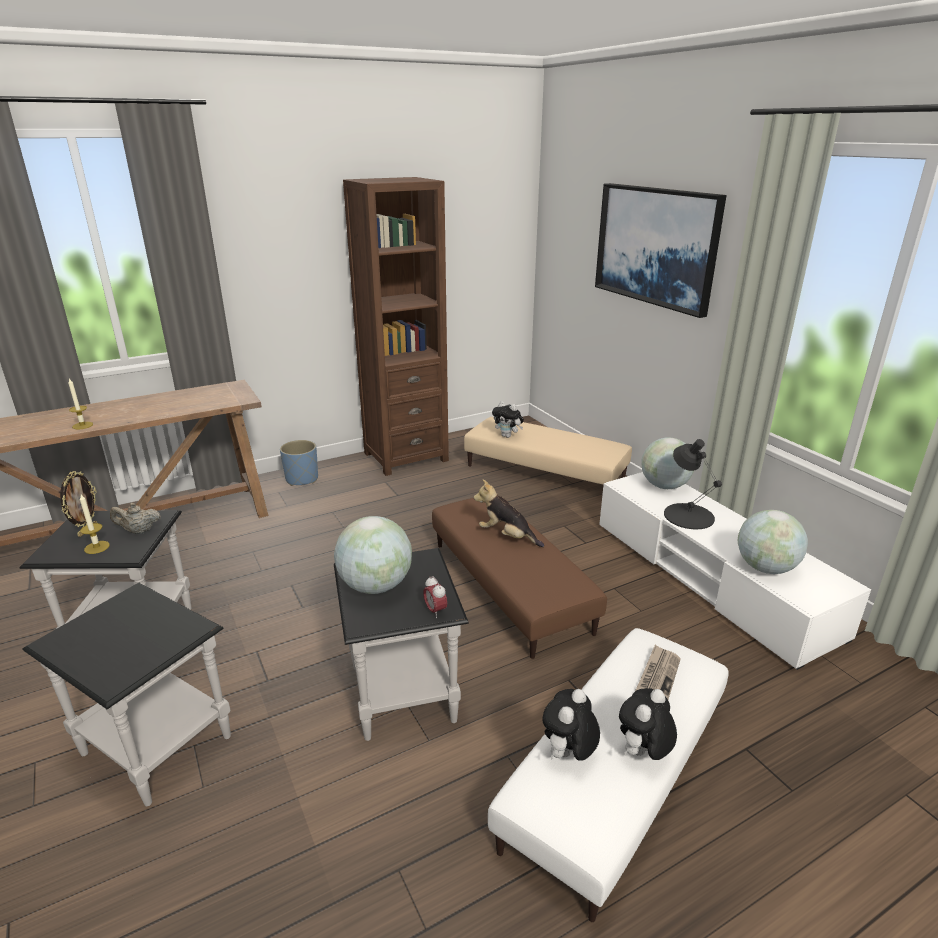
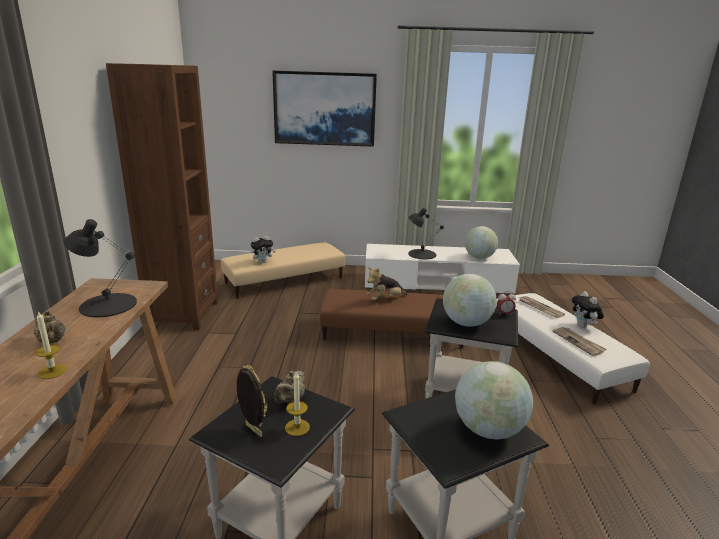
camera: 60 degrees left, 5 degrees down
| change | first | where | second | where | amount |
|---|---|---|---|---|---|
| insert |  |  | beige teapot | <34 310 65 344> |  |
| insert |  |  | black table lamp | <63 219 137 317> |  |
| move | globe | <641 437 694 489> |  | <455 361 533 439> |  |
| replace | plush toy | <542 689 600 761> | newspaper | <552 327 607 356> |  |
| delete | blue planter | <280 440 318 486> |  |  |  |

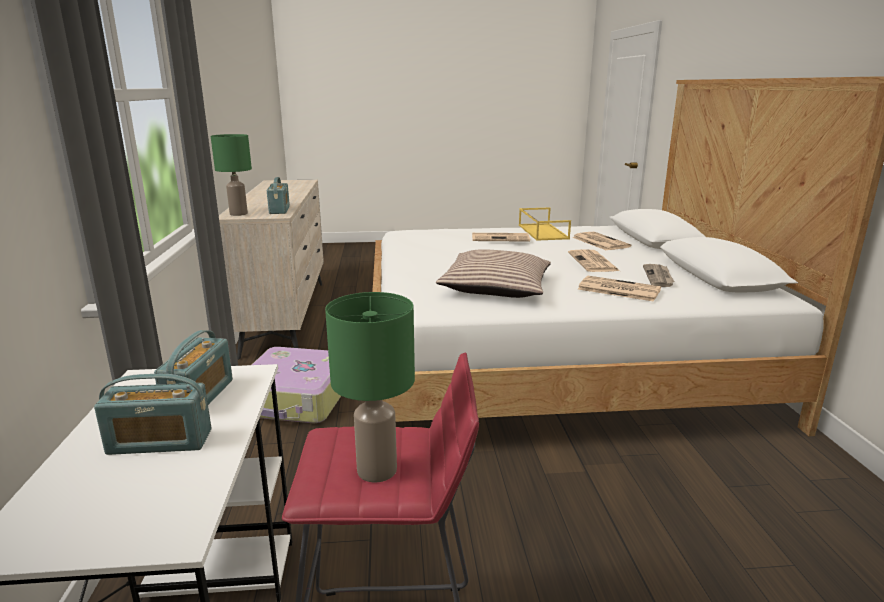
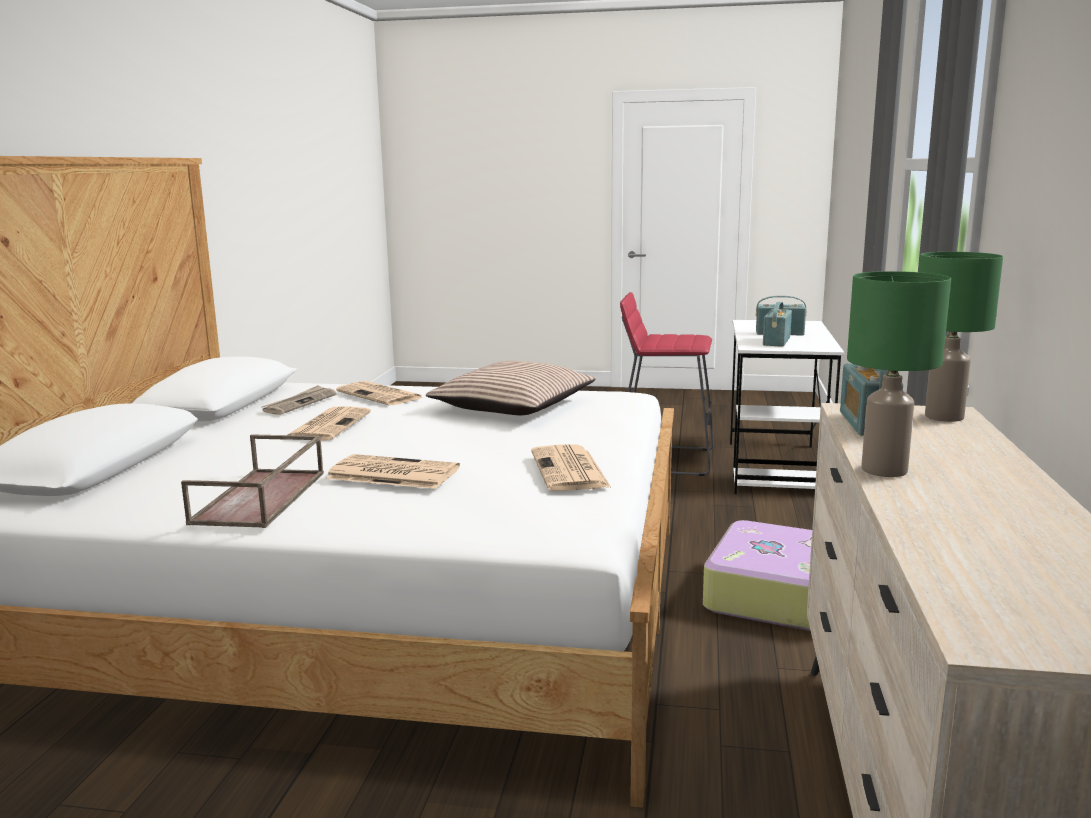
camera: 165 degrees left, 5 degrees down
| change | first | where | second | where | amount |
|---|---|---|---|---|---|
| recolor | yellow tray | <519 207 571 241> | brown tray | <181 434 324 528> |  |
| move | newspaper | <572 232 631 251> |  | <531 445 611 491> |  |
| move | green table lamp | <325 292 415 482> |  | <847 271 951 477> |  |

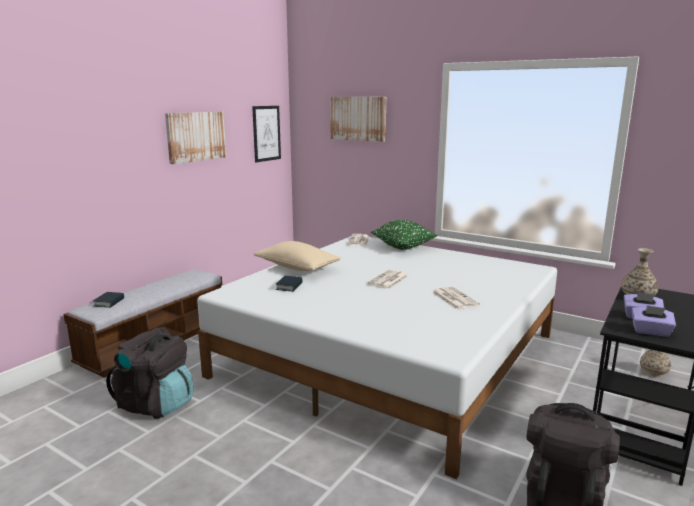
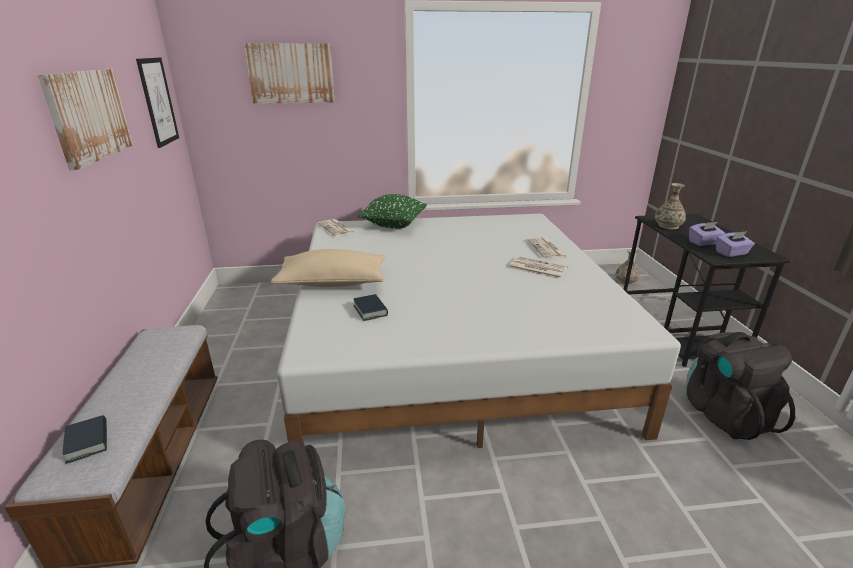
camera: 40 degrees left, 10 degrees up
| change | first | where | second | where | amount |
|---|---|---|---|---|---|
| move | newspaper | <368 270 408 289> |  | <527 237 567 259> |  |

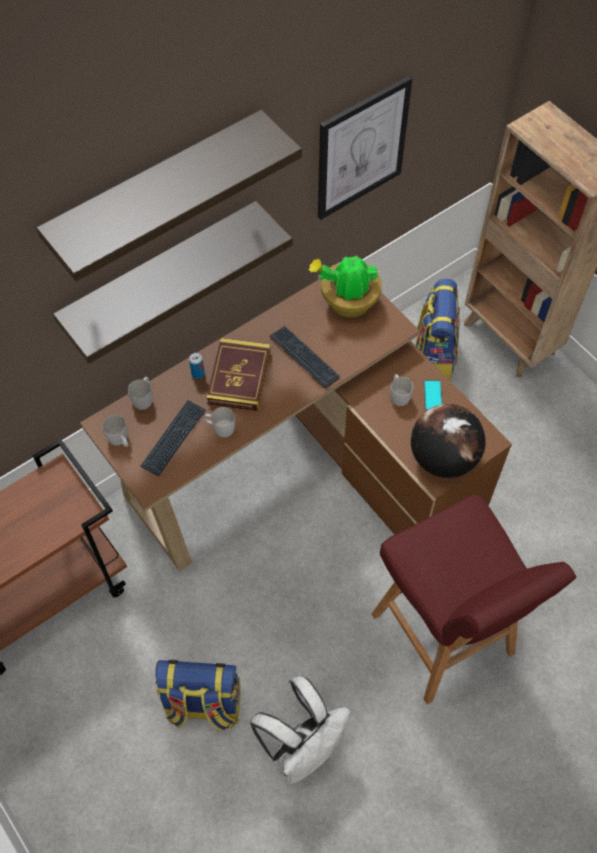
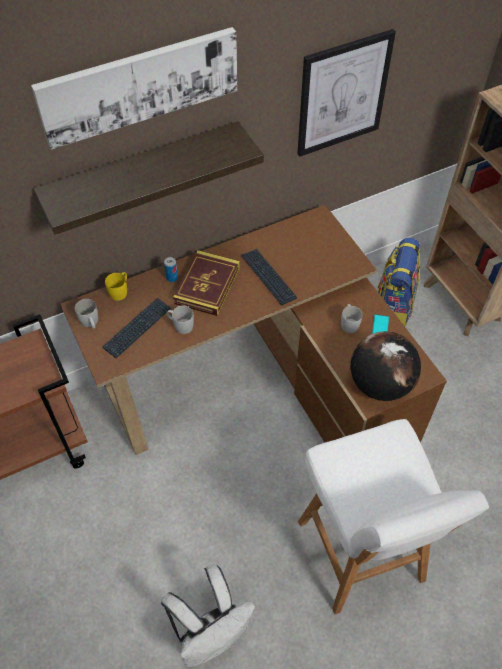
camera: 10 degrees right, 5 degrees down
| change | first | where | second | where | amount |
|---|---|---|---|---|---|
| replace | shelf | <36 110 302 281> | picture | <31 27 237 150> |  |
| recolor | white mug | <128 377 152 410> | yellow mug | <105 272 127 301> |  |
| recolor | red stool | <371 494 576 704> | white stool | <298 419 489 614> |  |
| delete | backpack | <155 660 241 731> |  |  |  |
| delete | potted plant | <309 255 382 317> |  |  |  |

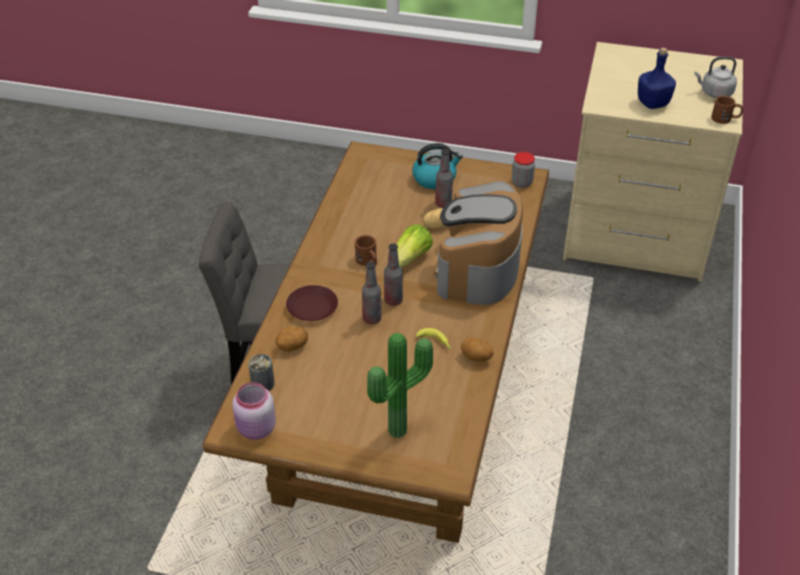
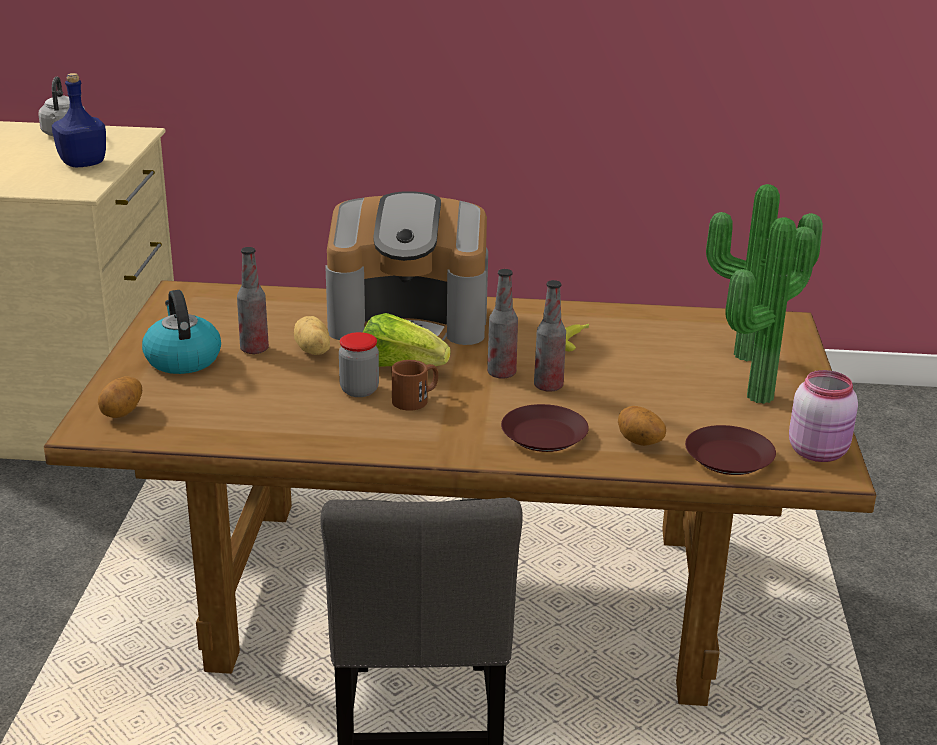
camera: 100 degrees left, 15 degrees down
| change | first | where | second | where | amount |
|---|---|---|---|---|---|
| move | potato | <461 337 494 362> |  | <98 376 142 418> |  |
| move | jar | <512 152 535 188> |  | <339 332 379 397> |  |
| replace | can | <248 354 275 391> | brown plate | <685 425 776 475> |  |
| insert |  |  | potted plant | <725 217 816 404> |  |
| delete | brown mug | <711 96 743 124> |  |  |  |

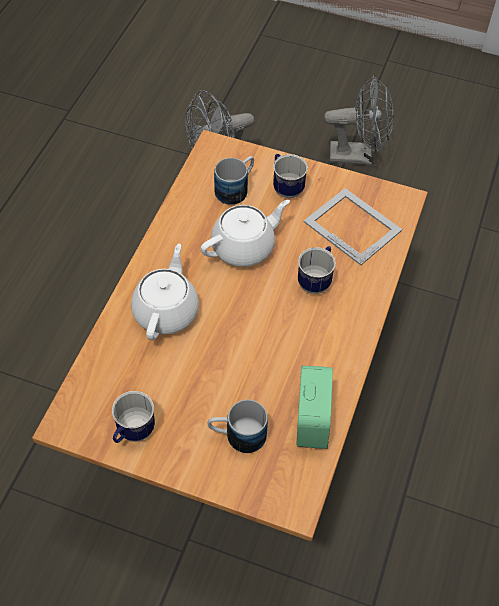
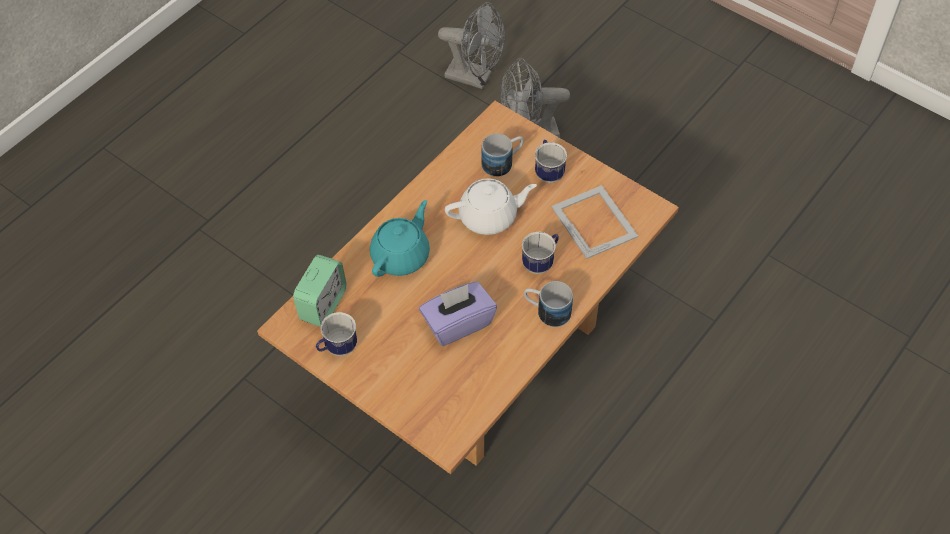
camera: 20 degrees right, 0 degrees up
| change | first | where | second | where | amount |
|---|---|---|---|---|---|
| move | alarm clock | <296 366 333 449> |  | <293 255 347 327> |  |
| recolor | white teapot | <131 243 199 340> | turquoise teapot | <370 200 430 277> |  |
| insert |  |  | purple tissue box | <419 281 497 346> |  |
| move | grey fan | <324 75 394 165> |  | <438 2 505 89> |  |
| move | mug | <208 399 268 453> |  | <524 281 573 327> |  |

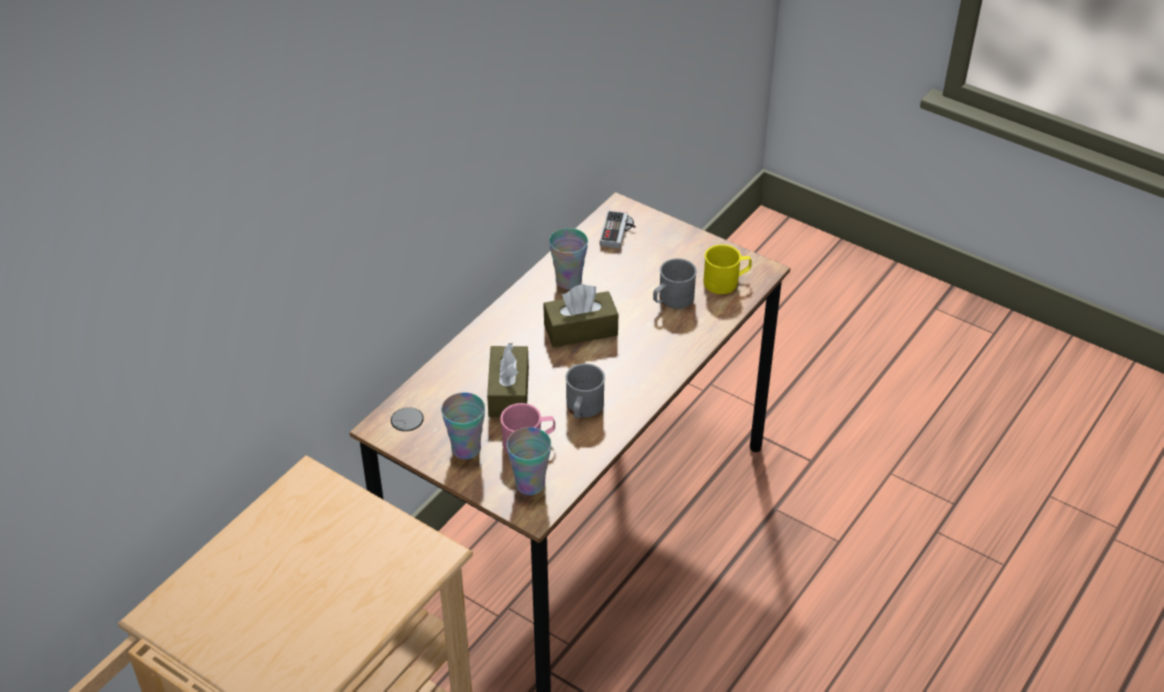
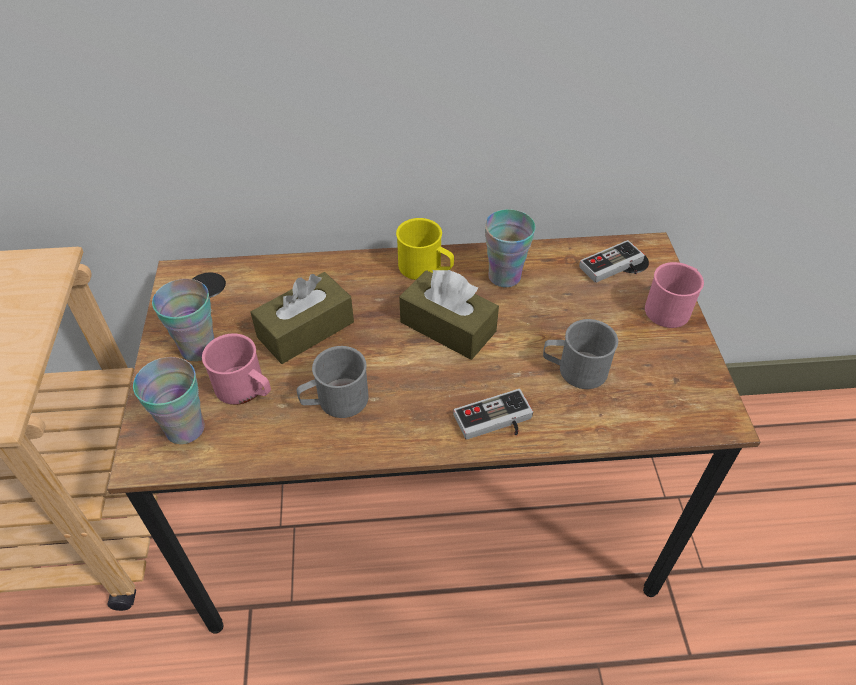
camera: 50 degrees right, 5 degrees up
| change | first | where | second | where | amount |
|---|---|---|---|---|---|
| move | yellow mug | <703 244 752 294> |  | <396 218 454 280> |  |
| insert |  |  | game controller | <453 389 533 440> |  |
| insert |  |  | pink mug | <645 262 704 328> |  |

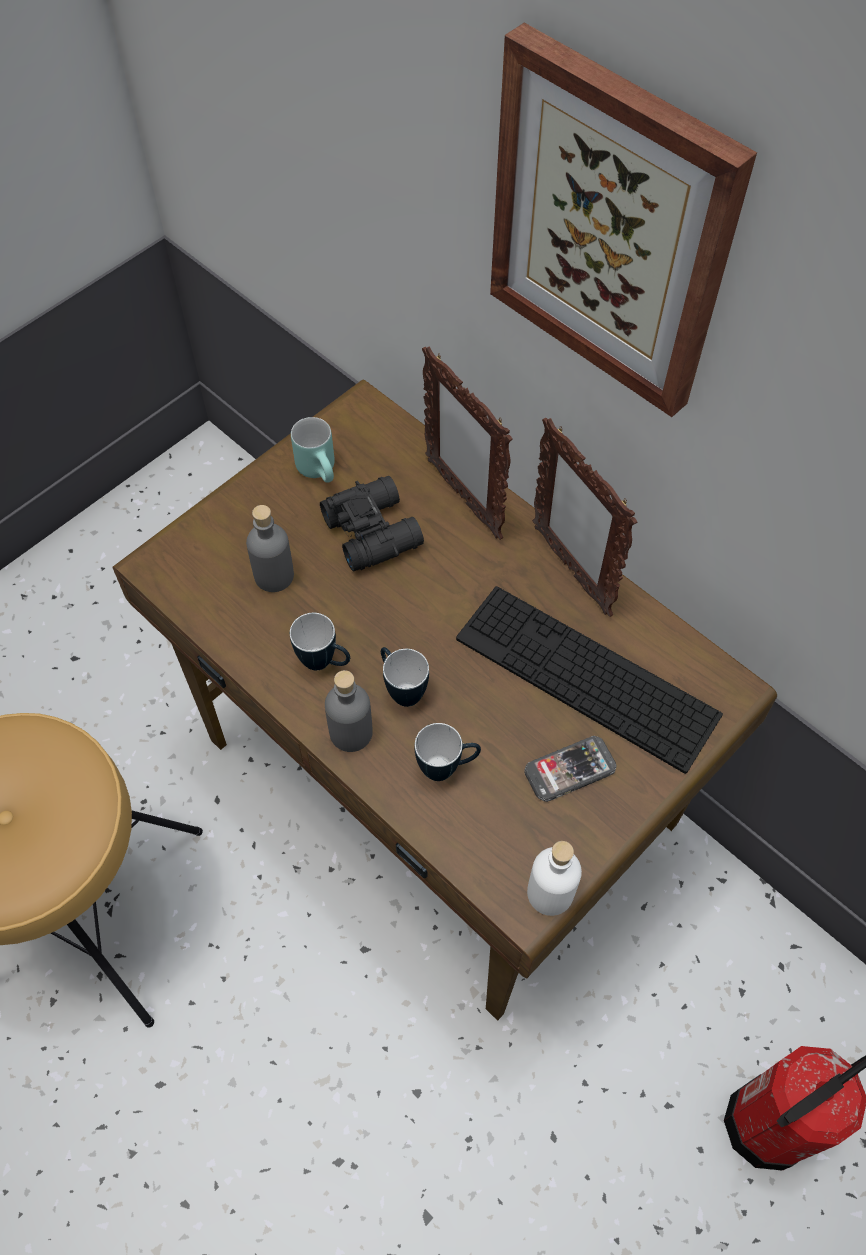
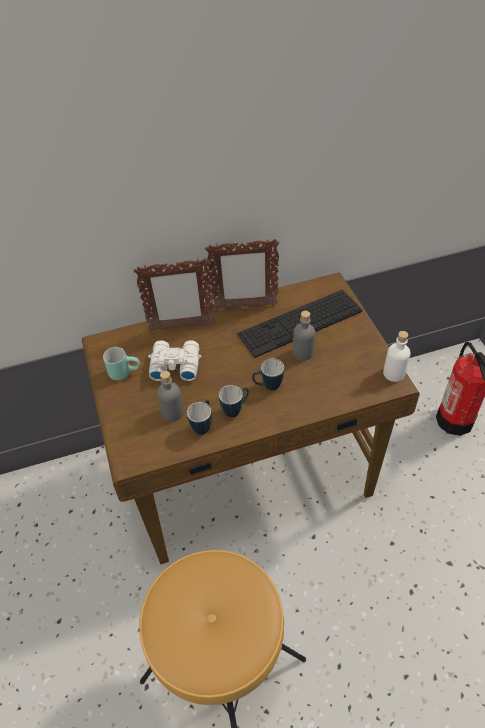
camera: 60 degrees left, 10 degrees down
| change | first | where | second | where | amount |
|---|---|---|---|---|---|
| recolor | black binoculars | <320 476 424 572> | white binoculars | <148 340 201 381> |  |
| move | mug | <415 723 481 781> |  | <187 400 212 435> |  |
| move | grey bottle | <325 670 373 752> |  | <293 311 315 361> |  |
| delete | picture | <490 23 757 417> |  |  |  |
| delete | phone | <524 736 616 802> |  |  |  |

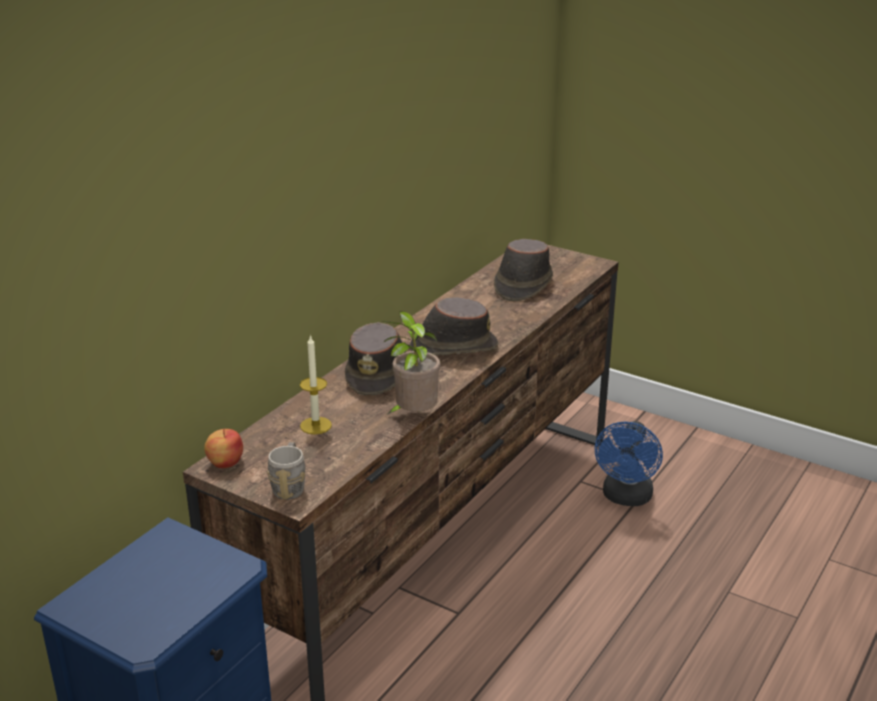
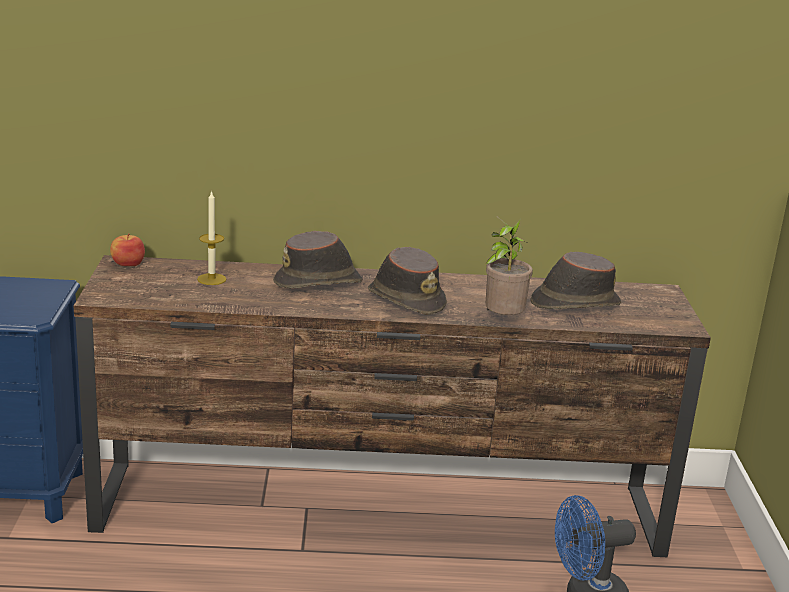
camera: 55 degrees right, 5 degrees down
| change | first | where | second | where | amount |
|---|---|---|---|---|---|
| move | potted plant | <382 311 440 414> |  | <485 218 533 315> |  |
| delete | grey mug | <267 442 305 500> |  |  |  |

